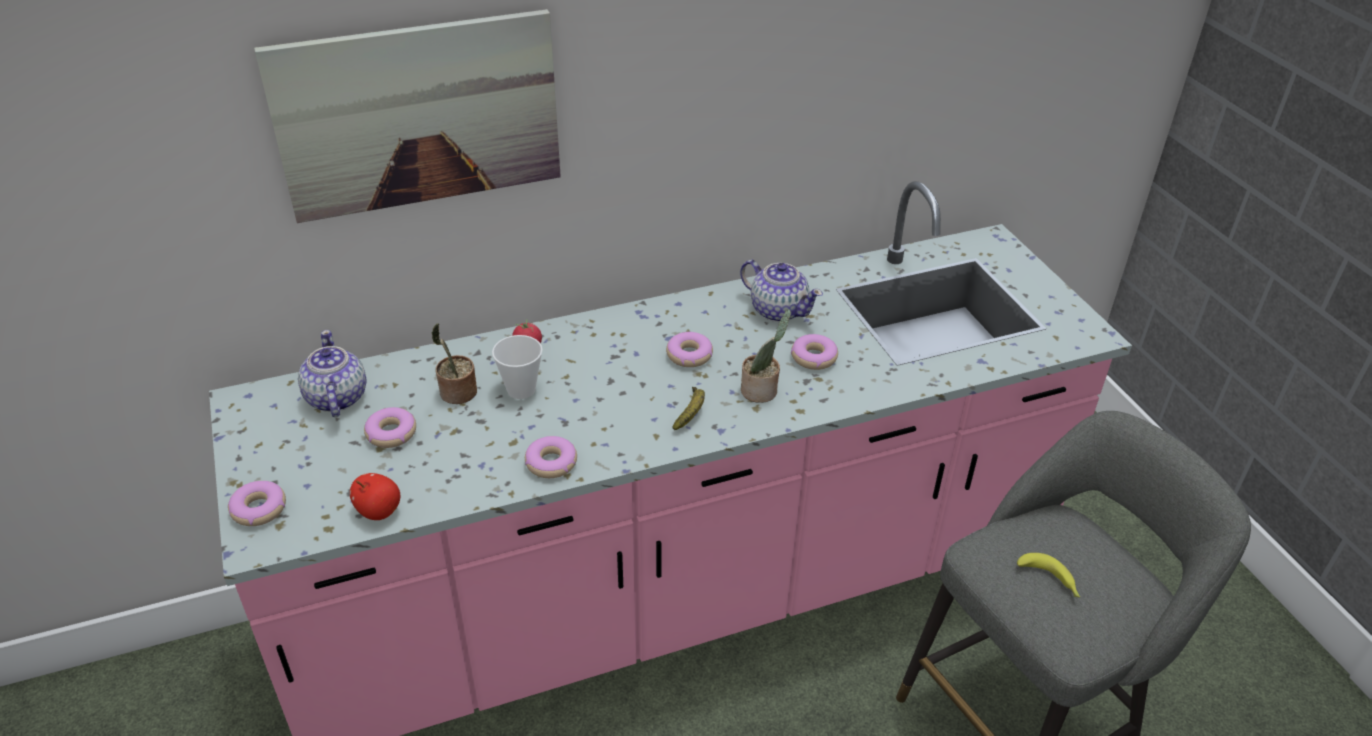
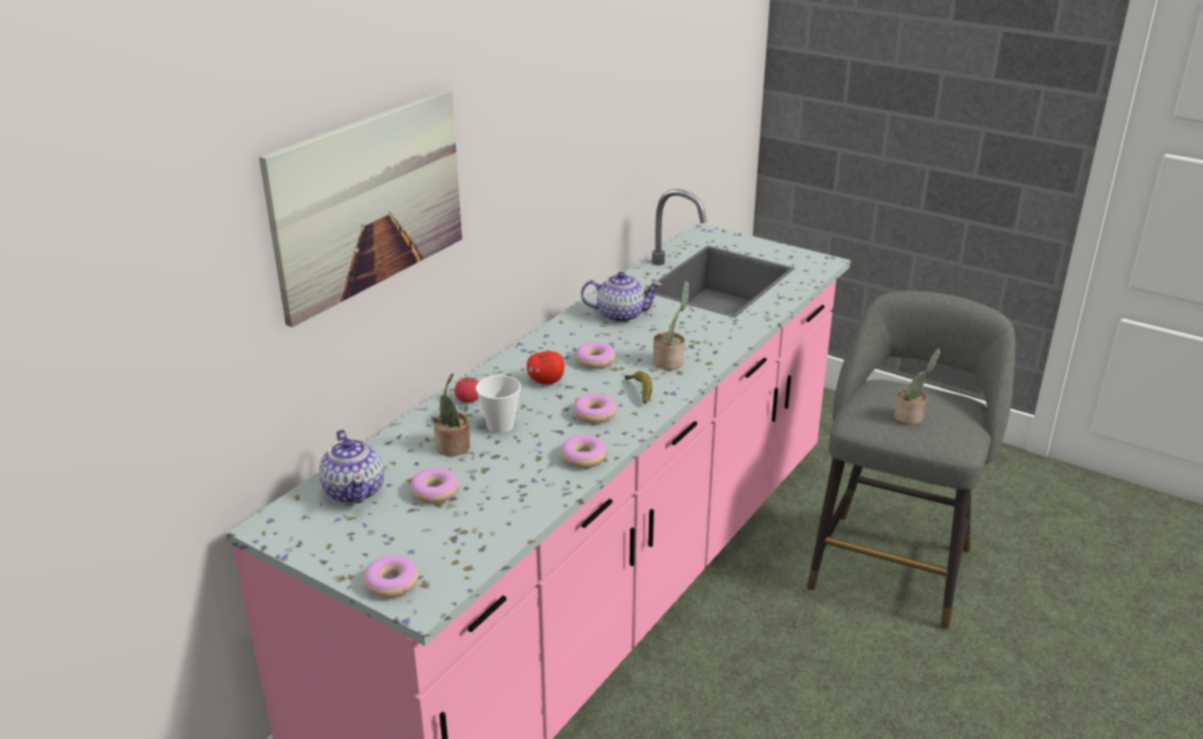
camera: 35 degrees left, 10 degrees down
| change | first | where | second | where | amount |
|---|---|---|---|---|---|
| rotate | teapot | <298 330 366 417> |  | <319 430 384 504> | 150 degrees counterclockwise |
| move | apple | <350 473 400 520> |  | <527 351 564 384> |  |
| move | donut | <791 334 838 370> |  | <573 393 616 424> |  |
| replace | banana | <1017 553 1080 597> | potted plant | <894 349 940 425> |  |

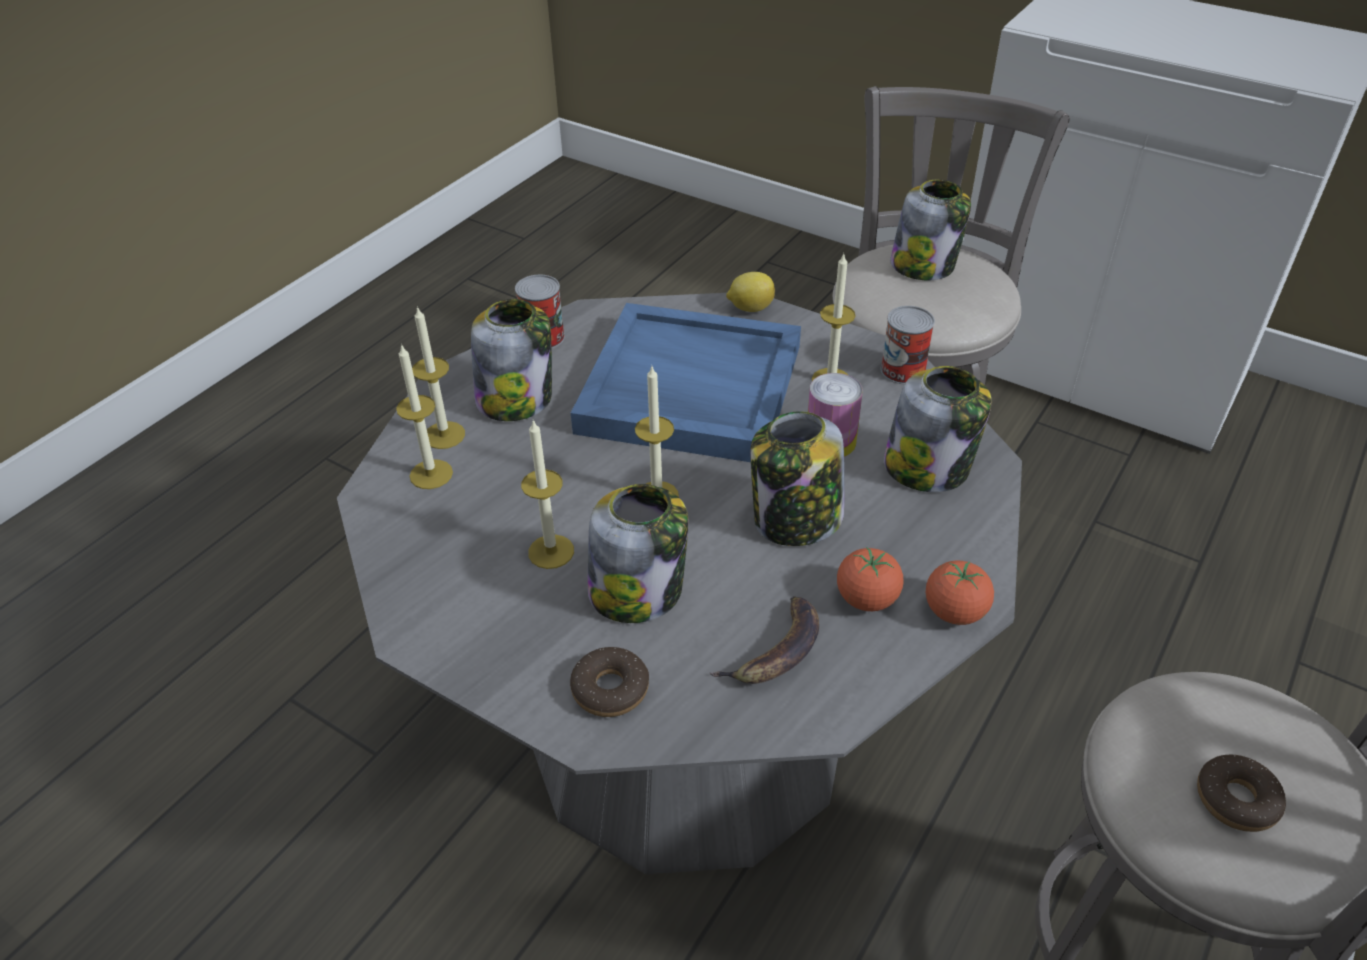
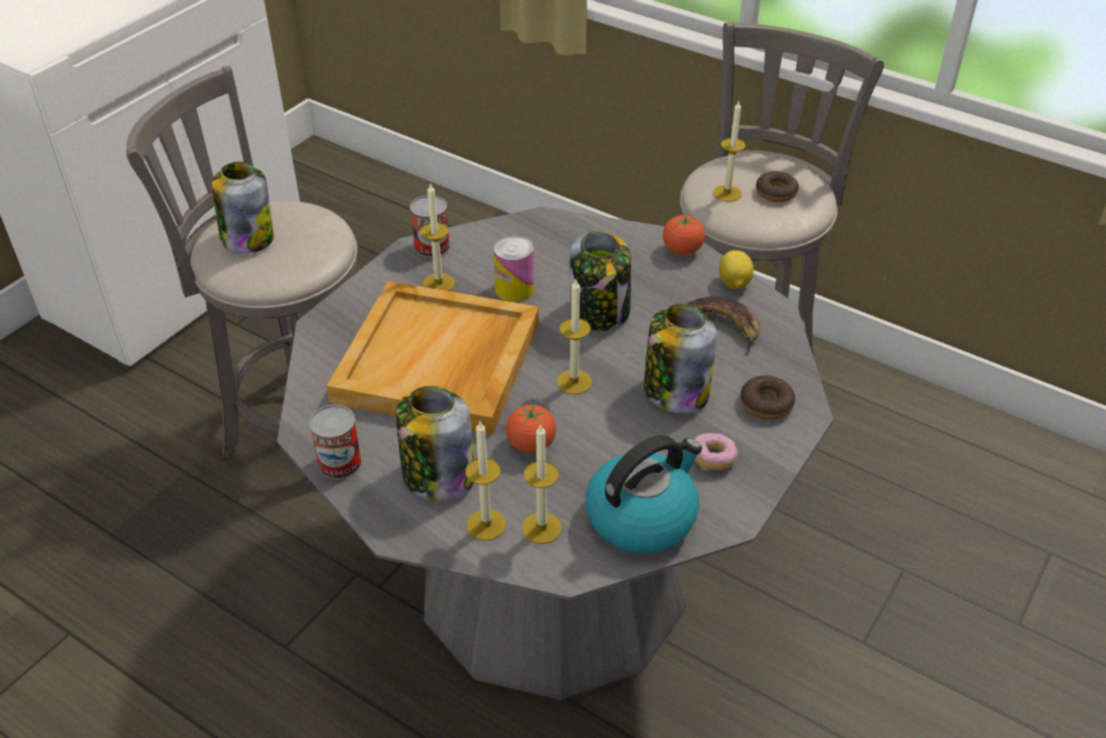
camera: 90 degrees left, 0 degrees up
| change | first | where | second | where | amount |
|---|---|---|---|---|---|
| recolor | blue tray | <571 303 801 462> | beige tray | <327 281 539 435> |  |
| move | tomato | <837 547 903 611> |  | <506 405 556 453> |  |
| insert |  |  | kettle | <586 435 702 554> |  |
| insert |  |  | donut | <694 433 738 471> |  |
| move | candle | <521 420 574 569> |  | <713 101 746 202> |  |
| move | lemon | <726 272 775 312> |  | <719 250 754 289> |  |
| delete | jar | <884 366 992 492> |  |  |  |

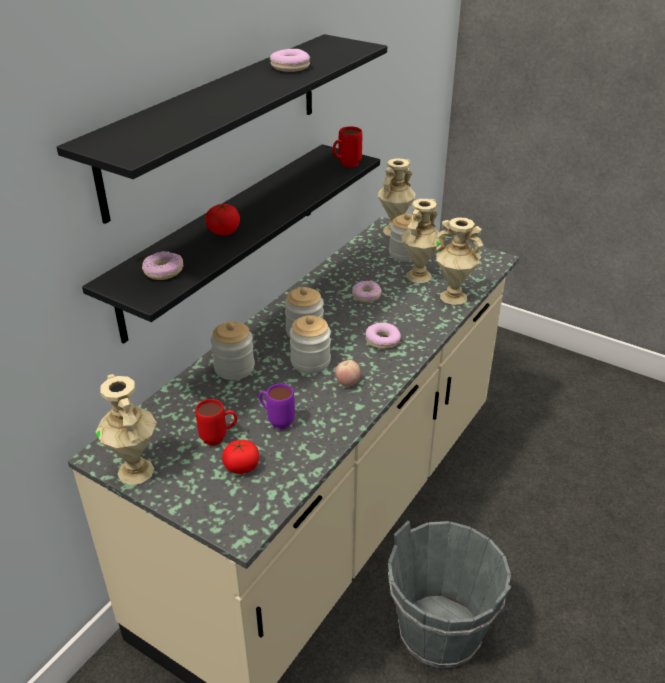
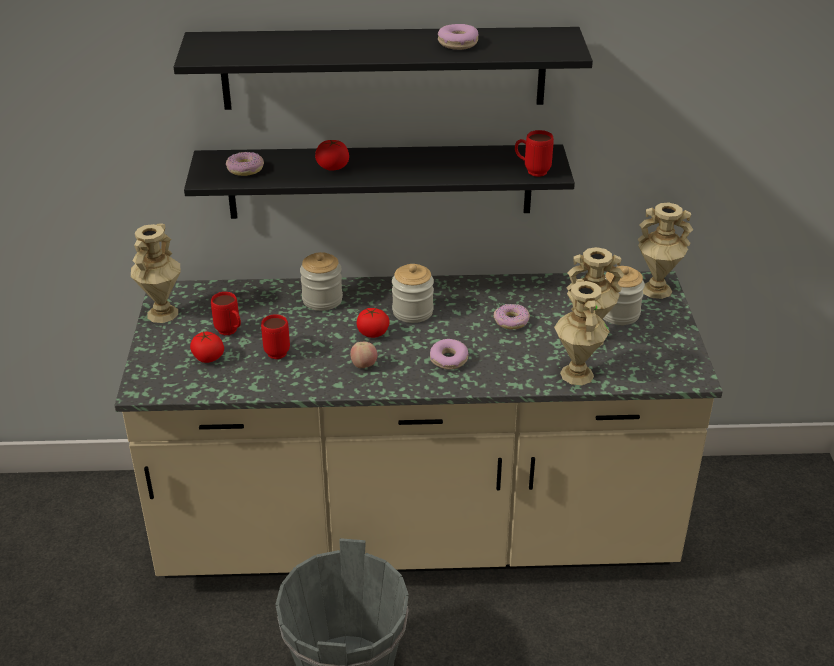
camera: 55 degrees right, 0 degrees up
| change | first | where | second | where | amount |
|---|---|---|---|---|---|
| recolor | purple mug | <259 384 295 429> | red mug | <261 314 290 359> |  |
| replace | jar | <289 315 331 373> | tomato | <357 308 390 338> |  |

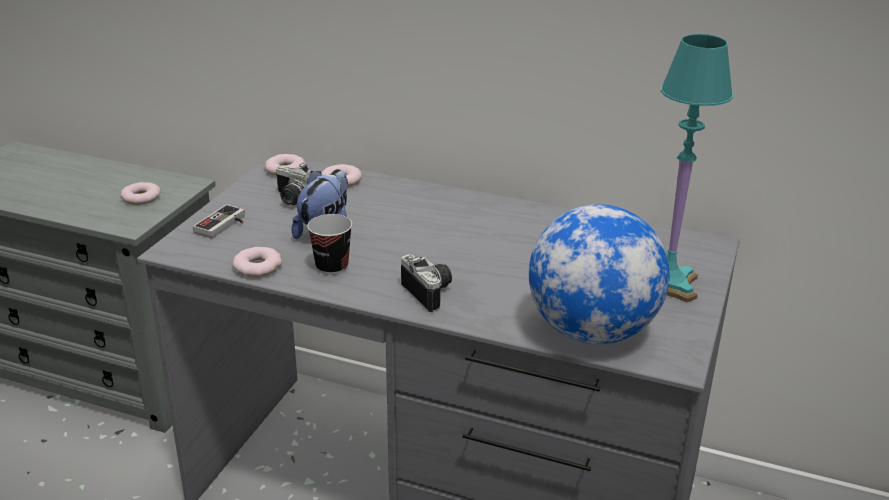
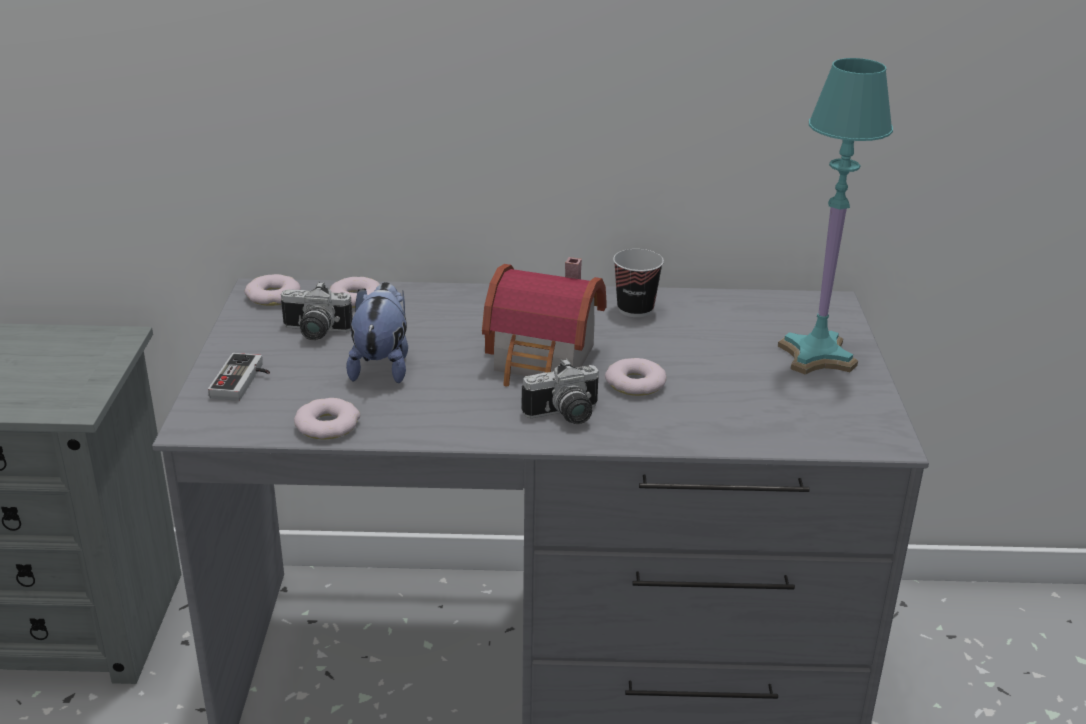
camera: 20 degrees left, 0 degrees up
| change | first | where | second | where | amount |
|---|---|---|---|---|---|
| insert |  |  | toy house | <482 257 607 387> |  |
| rotate | photo camera | <401 254 452 312> |  | <522 358 599 424> | 120 degrees clockwise |
| move | donut | <120 182 161 205> |  | <605 358 667 396> |  |
| move | cup | <307 214 352 275> |  | <613 249 664 317> |  |
| delete | globe | <529 204 670 344> |  |  |  |

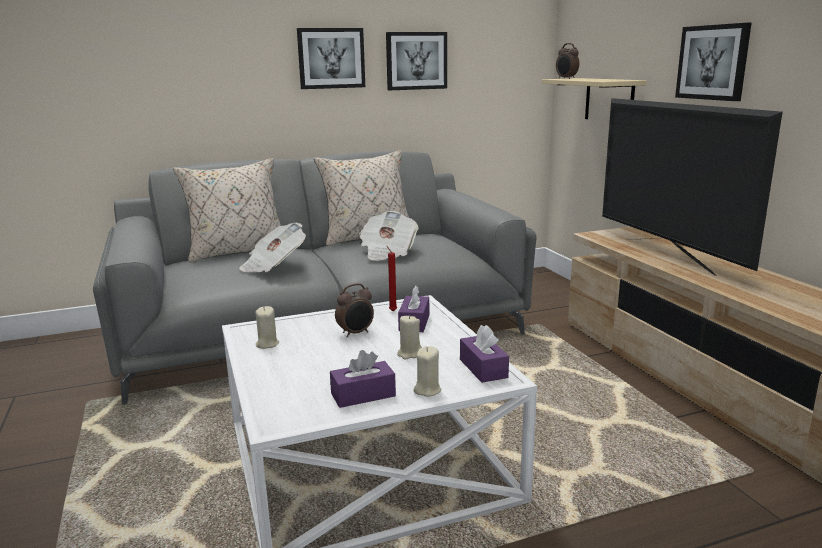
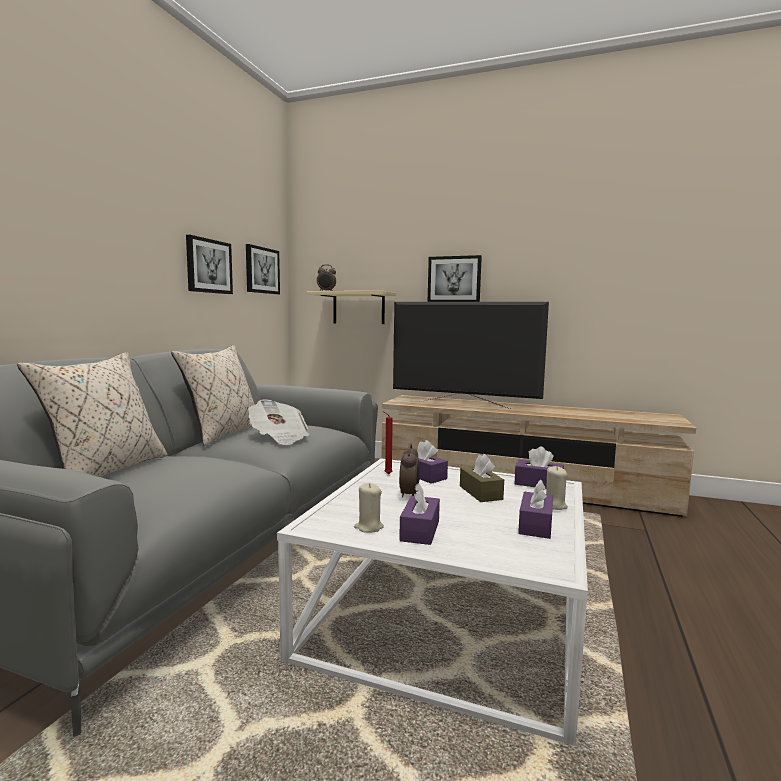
camera: 50 degrees left, 10 degrees down
| change | first | where | second | where | amount |
|---|---|---|---|---|---|
| move | picture | <297 28 365 89> |  | <246 244 280 294> |  |
| insert |  |  | purple tissue box | <399 483 440 545> |  |
| replace | beige candle | <397 315 422 360> | brown tissue box | <460 454 504 502> |  |
| delete | newspaper | <239 223 306 272> |  |  |  |

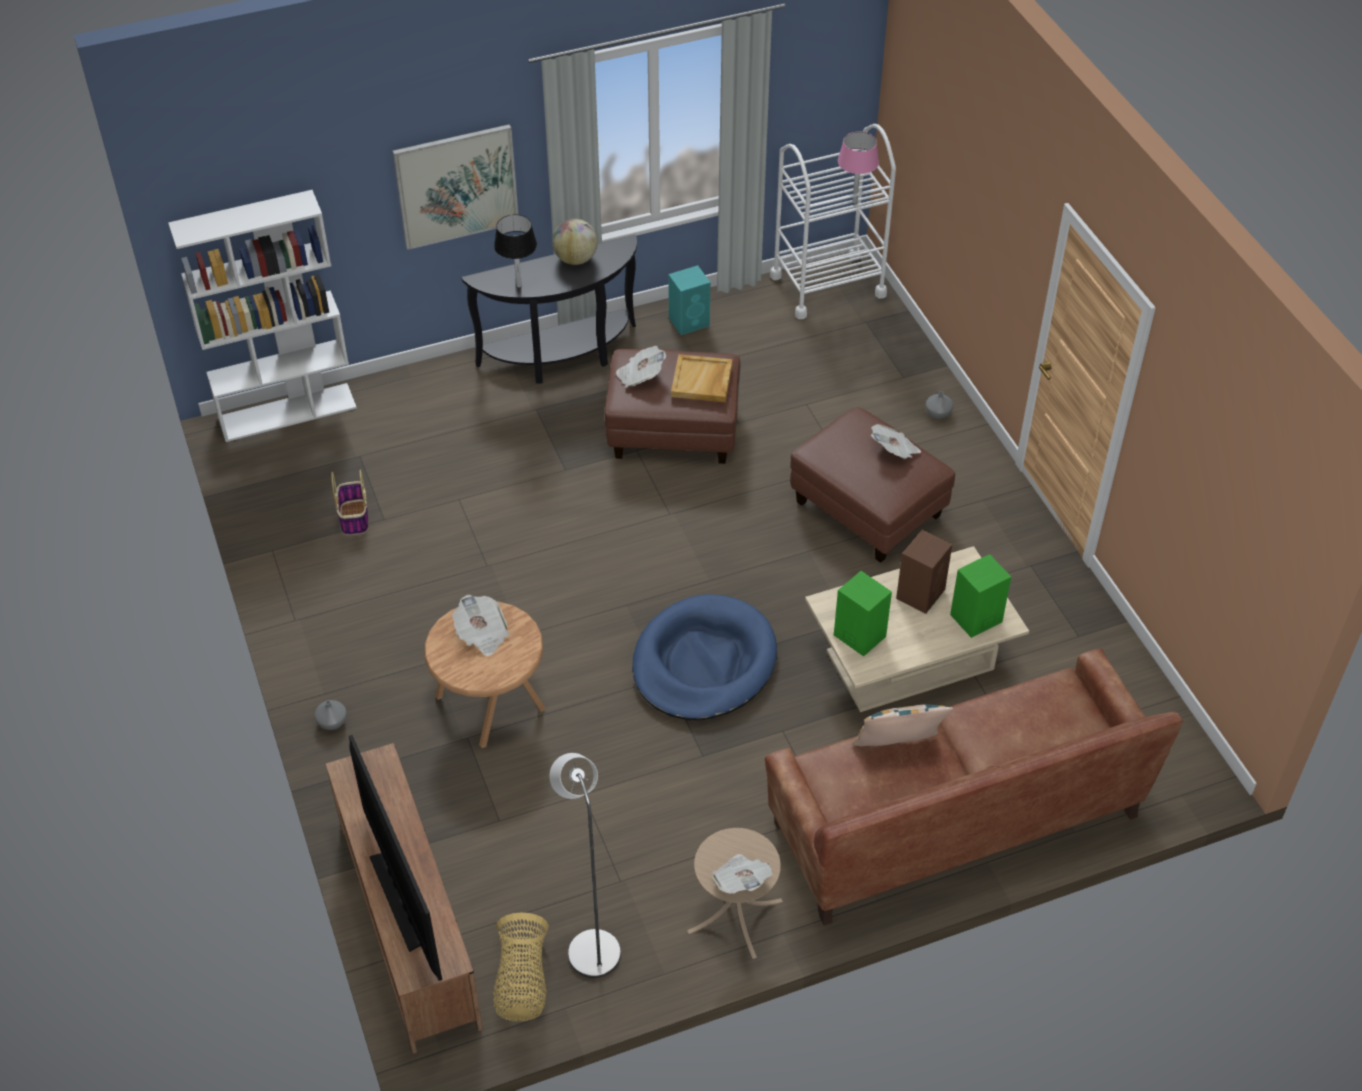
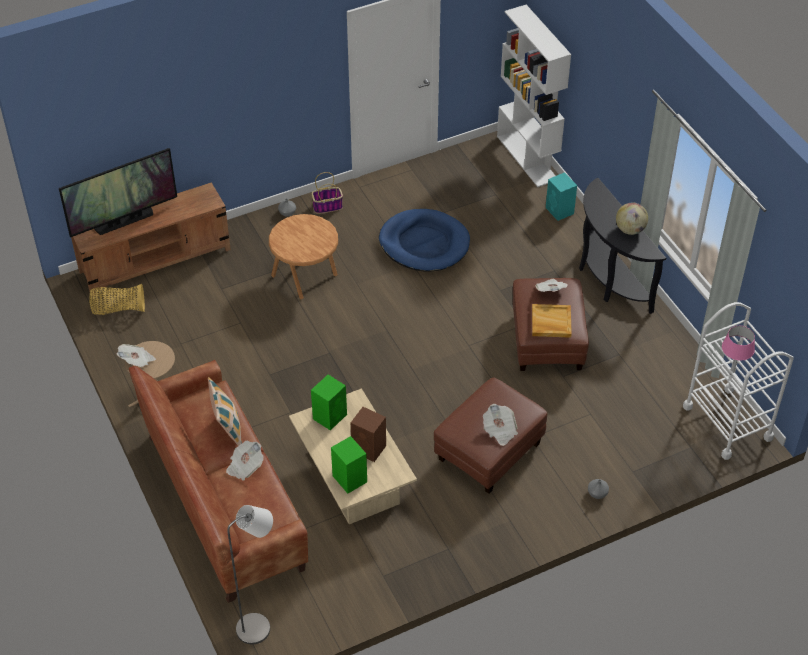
camera: 85 degrees right, 0 degrees up
| change | first | where | second | where | amount |
|---|---|---|---|---|---|
| move | newspaper | <452 595 510 656> |  | <226 441 264 481> |  |
| move | grey floor lamp | <549 753 621 978> |  | <227 505 273 645> |  |
| move | basket | <331 469 368 535> |  | <312 172 343 214> |  |
| move | blue dog bed | <632 594 777 721> |  | <379 209 470 272> |  |
| move | turquoise speaker | <668 265 710 335> |  | <546 172 577 221> |  |
| delete | picture | <393 124 518 250> |  |  |  |
| delete | black table lamp | <494 214 537 288> |  |  |  |

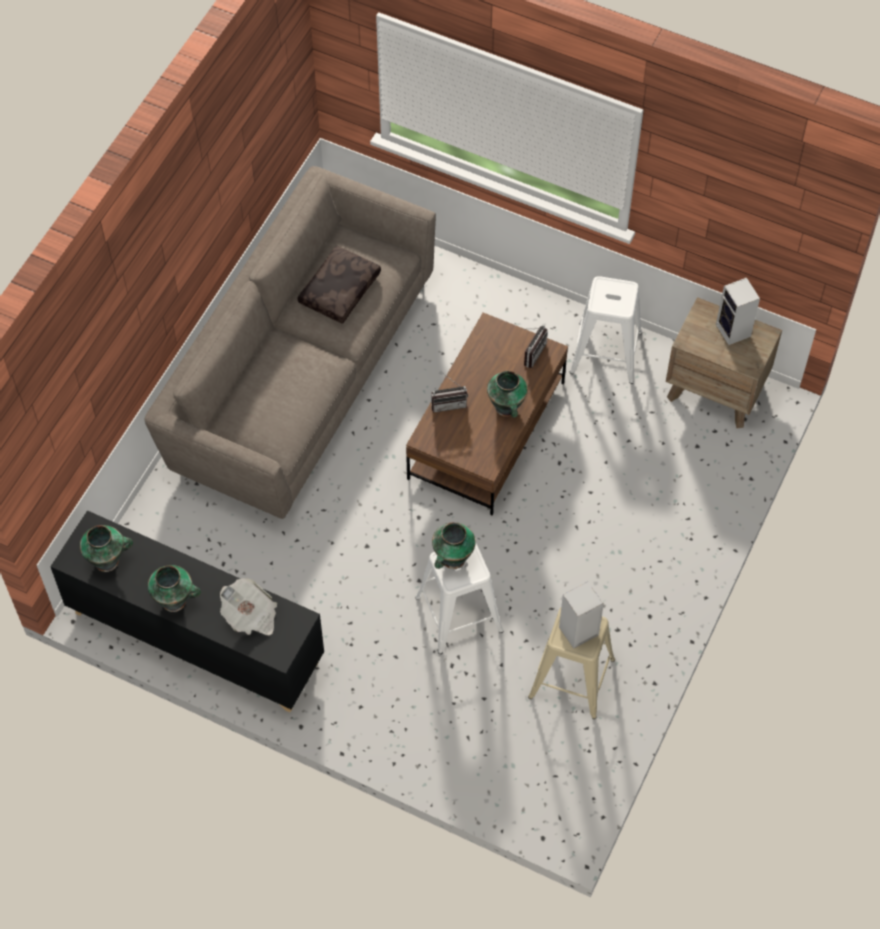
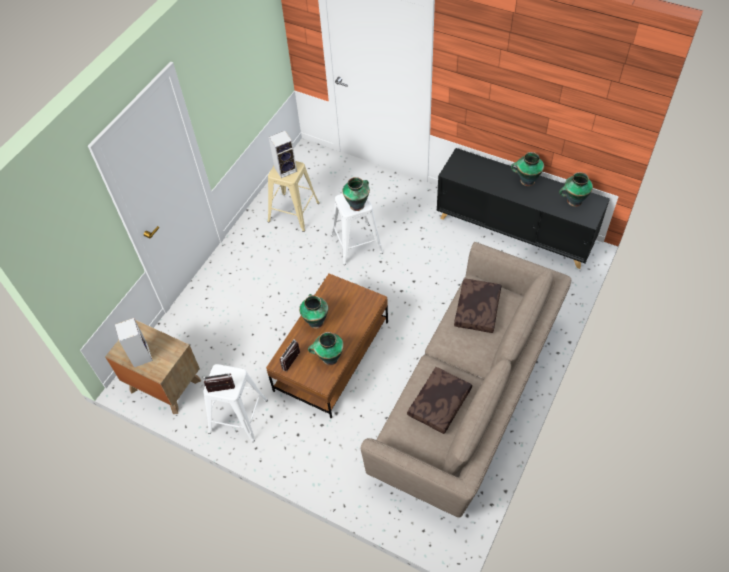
camera: 175 degrees left, 5 degrees down
| change | first | where | second | where | amount |
|---|---|---|---|---|---|
| move | radio | <431 374 468 412> |  | <203 373 235 392> |  |
| insert |  |  | vase | <308 332 344 365> |  |
| insert |  |  | brown pillow | <454 278 501 333> |  |
| delete | newspaper | <220 578 277 636> |  |  |  |

